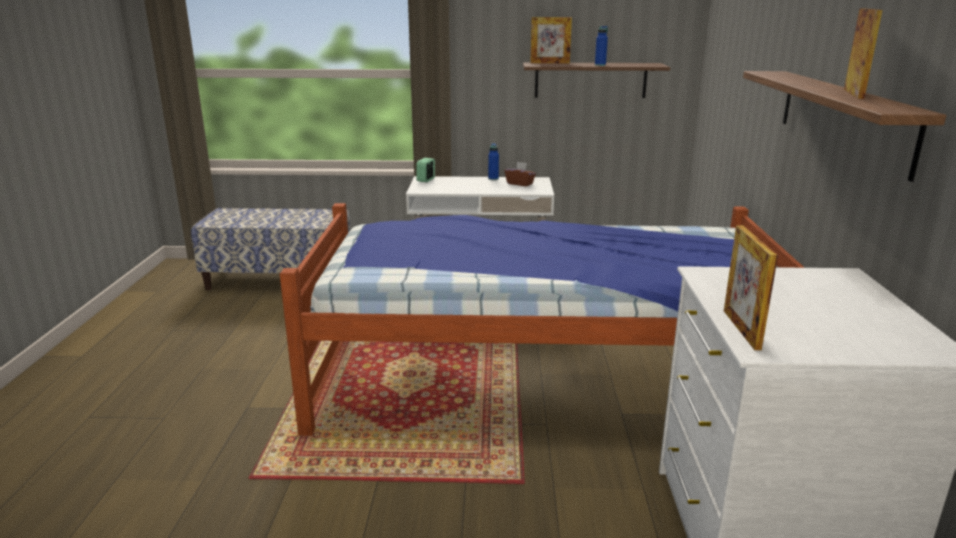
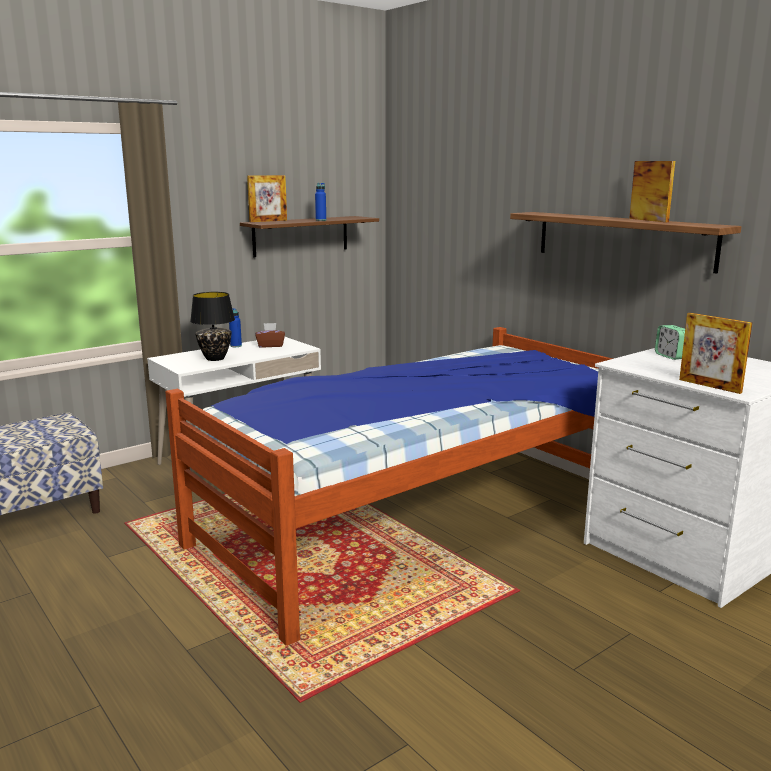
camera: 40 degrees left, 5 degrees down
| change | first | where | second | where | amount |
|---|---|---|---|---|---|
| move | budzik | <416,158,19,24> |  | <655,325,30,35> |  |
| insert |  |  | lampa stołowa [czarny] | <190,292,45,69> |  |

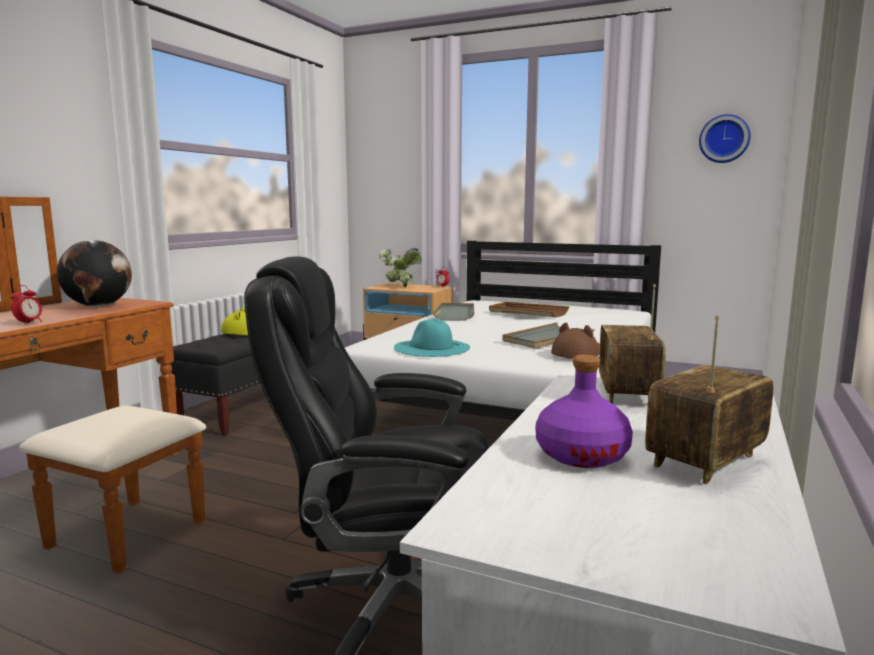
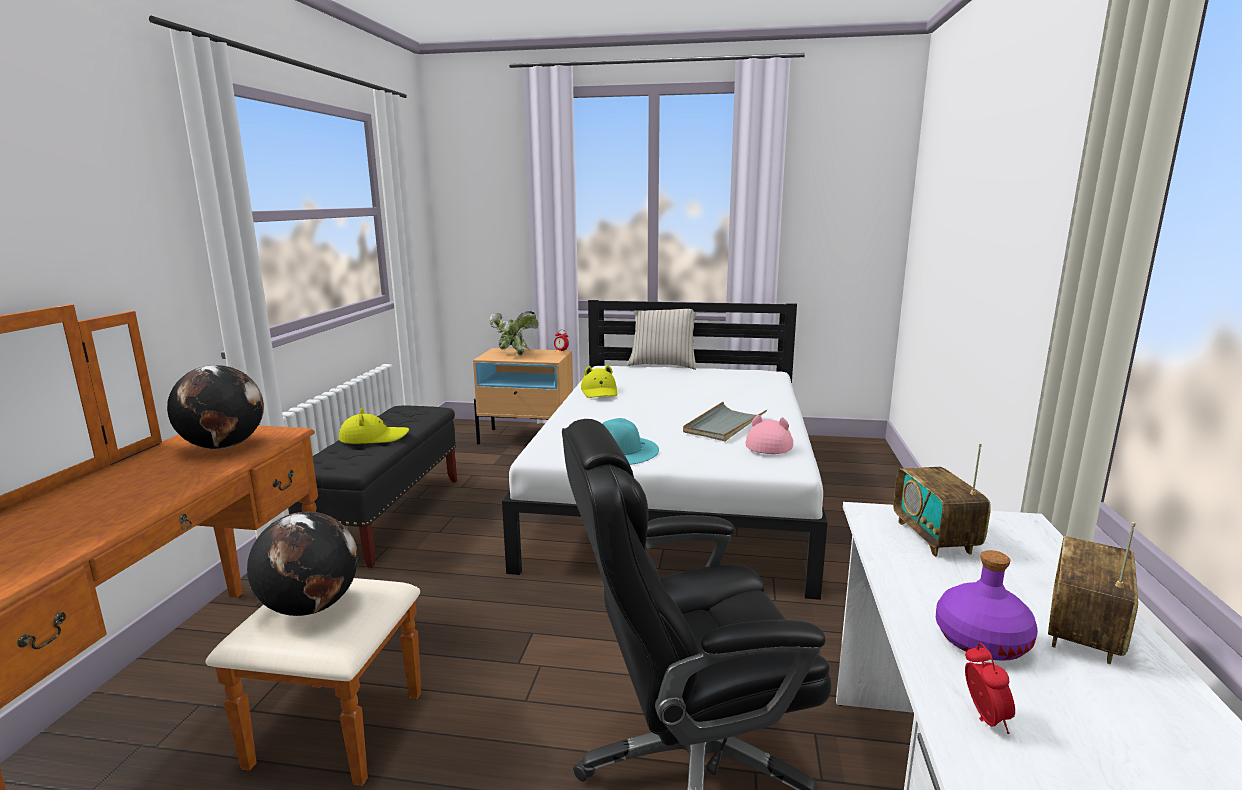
camera: 15 degrees left, 5 degrees up
| change | first | where | second | where | amount |
|---|---|---|---|---|---|
| move | budzik | <10,285,32,40> |  | <965,643,50,91> |  |
| replace | taca [szary] | <433,303,41,18> | kapelusz [żółty] | <581,365,36,33> |  |
| delete | taca [brązowy] | <489,302,80,15> |  |  |  |
| recolor | kapelusz [brązowy] | <551,323,49,35> | kapelusz [różowy] | <745,415,48,39> |  |
| delete | zegar ścienny | <699,114,52,49> |  |  |  |
| insert |  |  | globus | <247,512,111,104> |  |
| insert |  |  | poduszka [beżowy] | <627,309,70,61> |  |

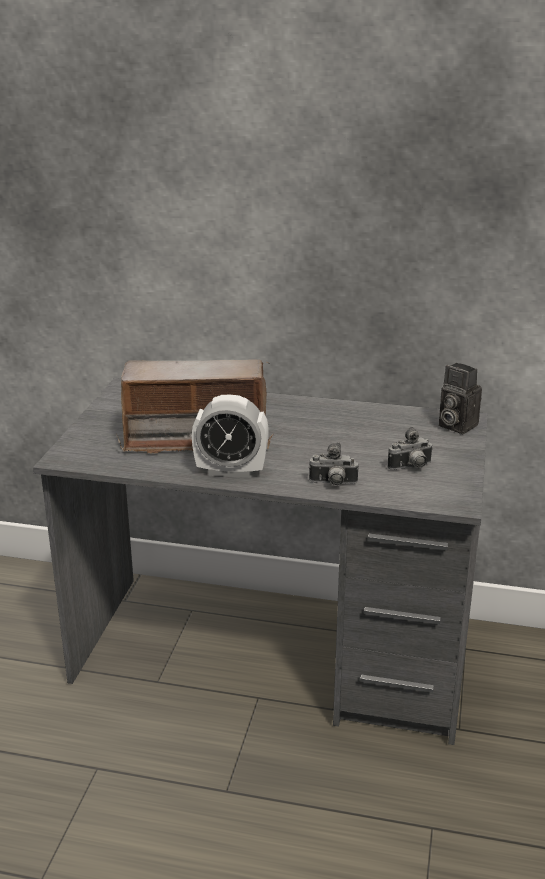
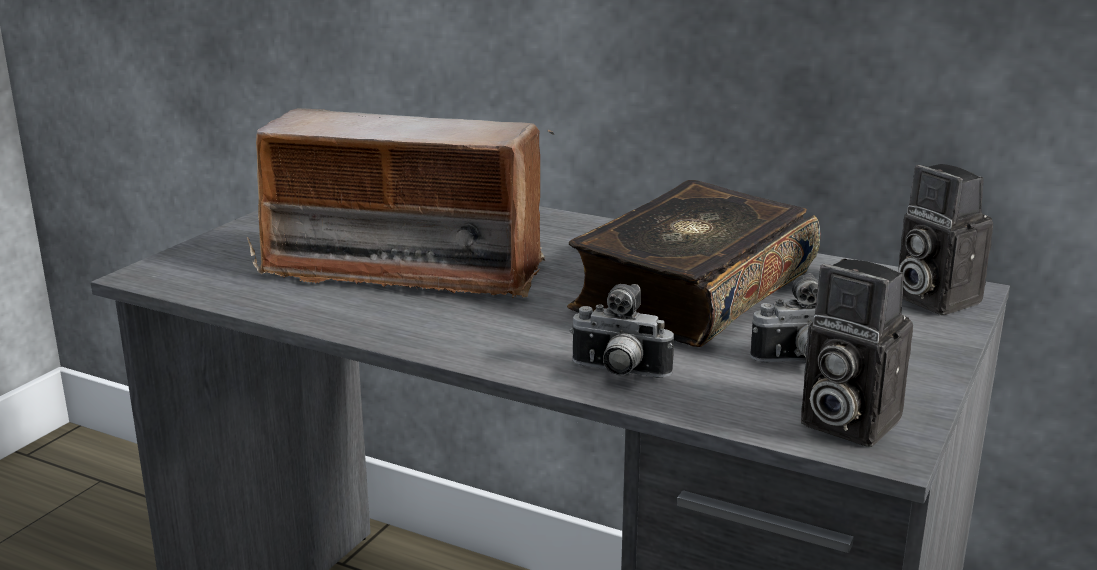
camera: 15 degrees right, 5 degrees down
| change | first | where | second | where | amount |
|---|---|---|---|---|---|
| delete | budzik | <192,395,77,83> |  |  |  |
| insert |  |  | książka | <567,180,254,167> |  |
| insert |  |  | aparat fotograficzny | <801,258,112,189> |  |

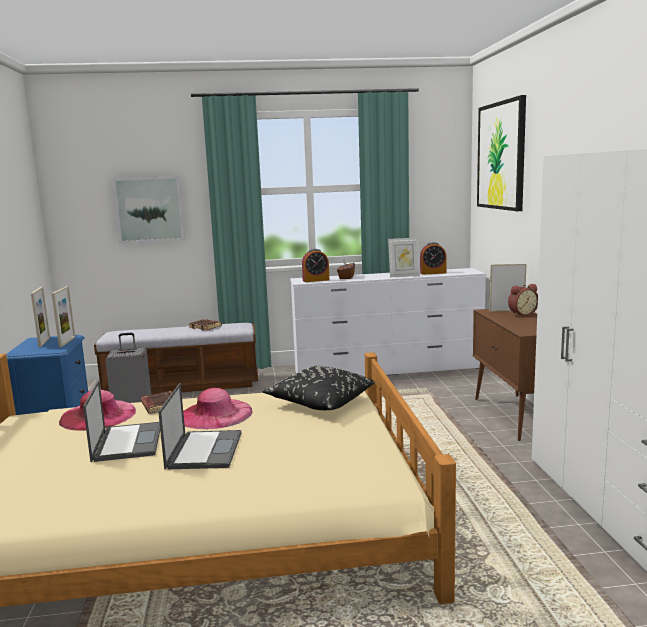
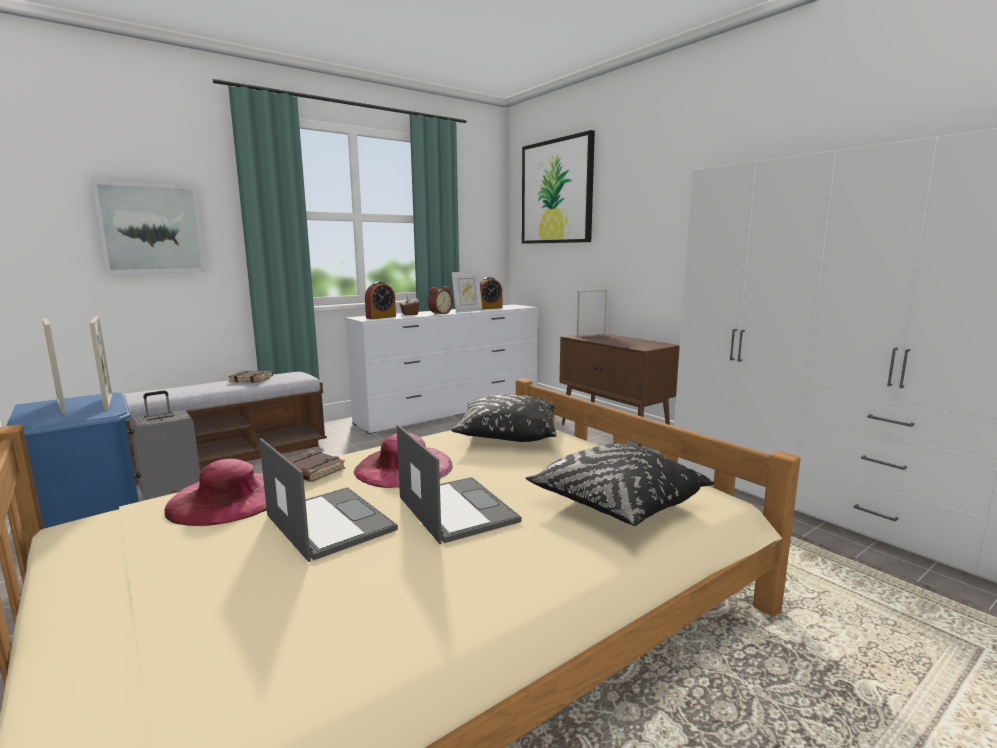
camera: 30 degrees left, 0 degrees up
| change | first | where | second | where | amount |
|---|---|---|---|---|---|
| move | budzik | <508,284,30,32> |  | <428,286,25,29> |  |
| insert |  |  | poduszka [czarny] | <526,444,188,82> |  |

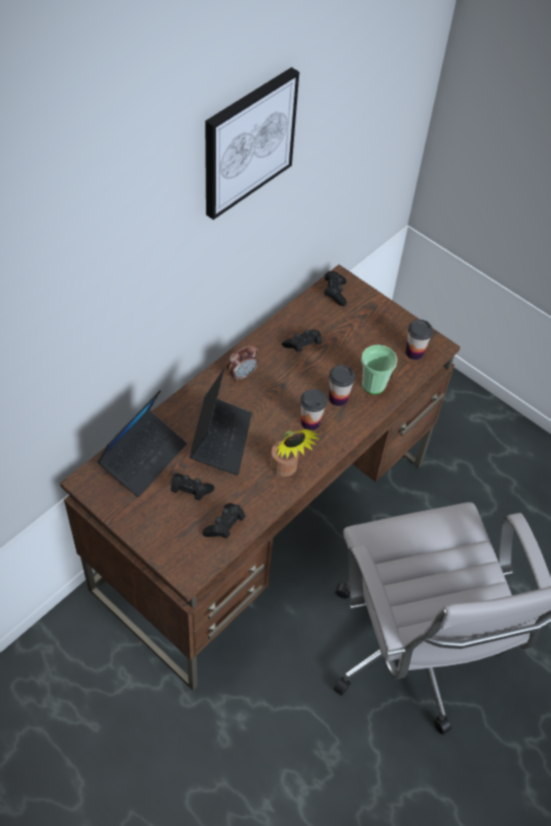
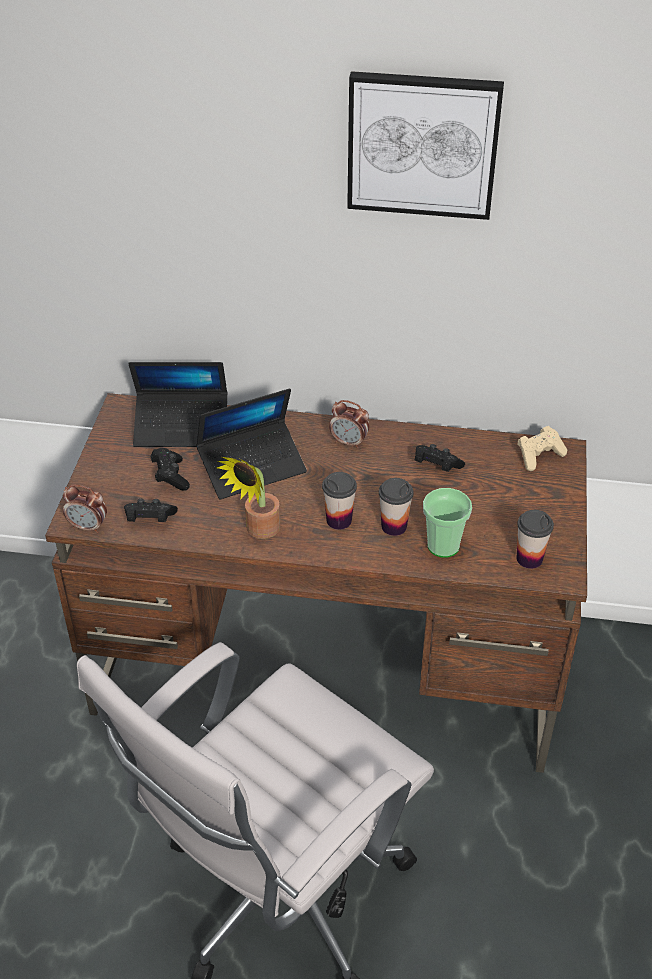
camera: 60 degrees right, 10 degrees down
| change | first | where | second | where | amount |
|---|---|---|---|---|---|
| recolor | pad do gier [czarny] | <324,271,23,35> | pad do gier [beżowy] | <517,426,50,45> |  |
| insert |  |  | budzik | <63,485,44,48> |  |

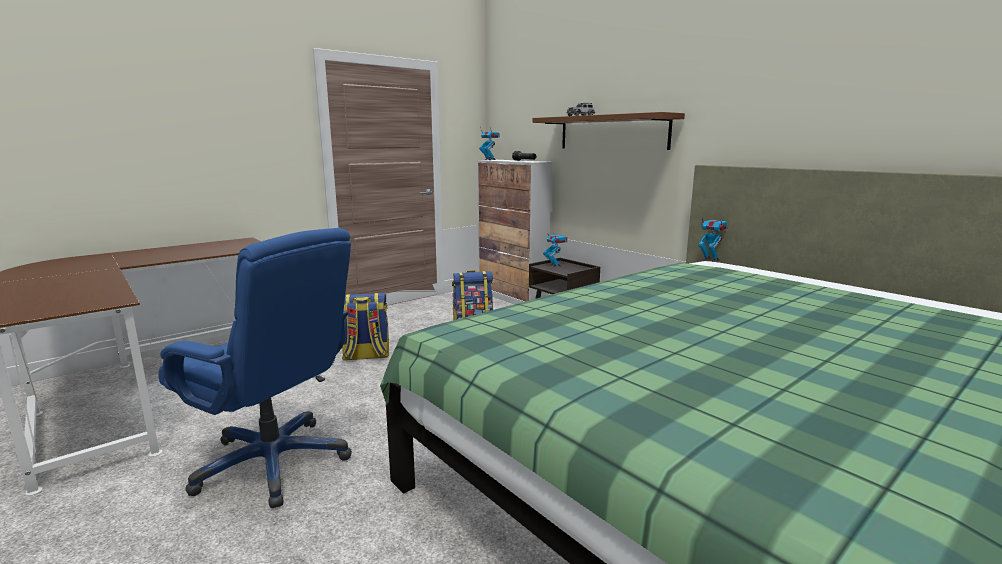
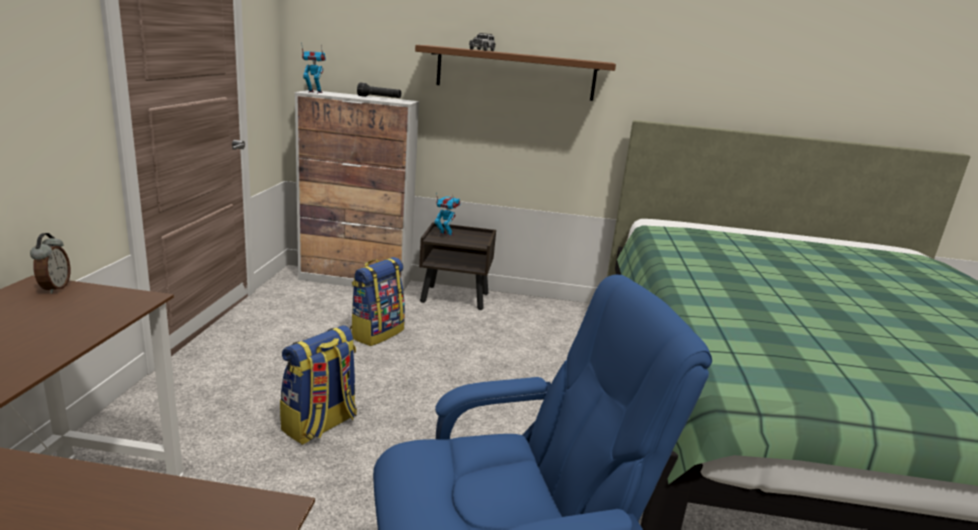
camera: 45 degrees left, 5 degrees up
| change | first | where | second | where | amount |
|---|---|---|---|---|---|
| delete | robot zabawkowy | <699,213,29,49> |  |  |  |
| insert |  |  | budzik | <30,233,40,61> |  |

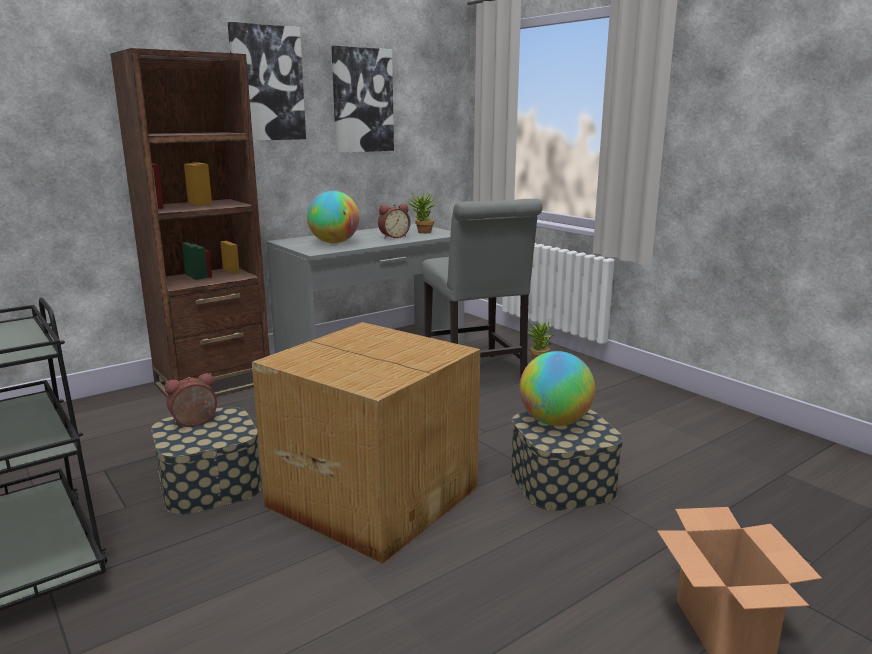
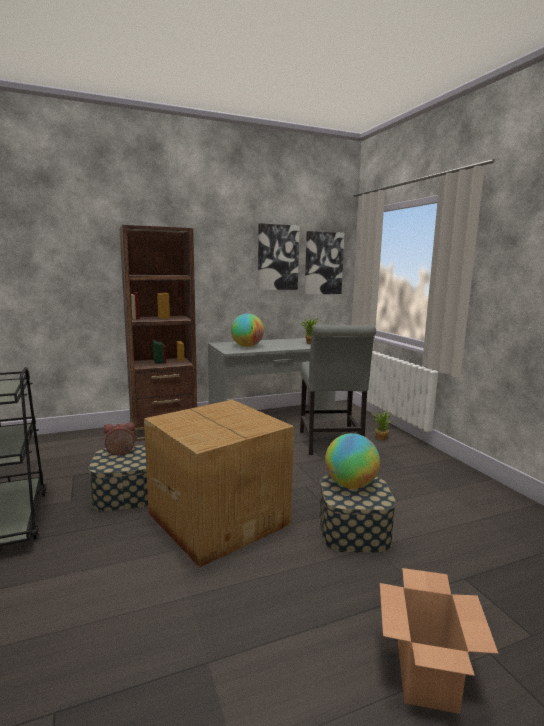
camera: 15 degrees right, 5 degrees down
| change | first | where | second | where | amount |
|---|---|---|---|---|---|
| move | obraz | <228,22,78,119> |  | <305,231,39,63> |  |
| delete | budzik | <378,204,32,35> |  |  |  |

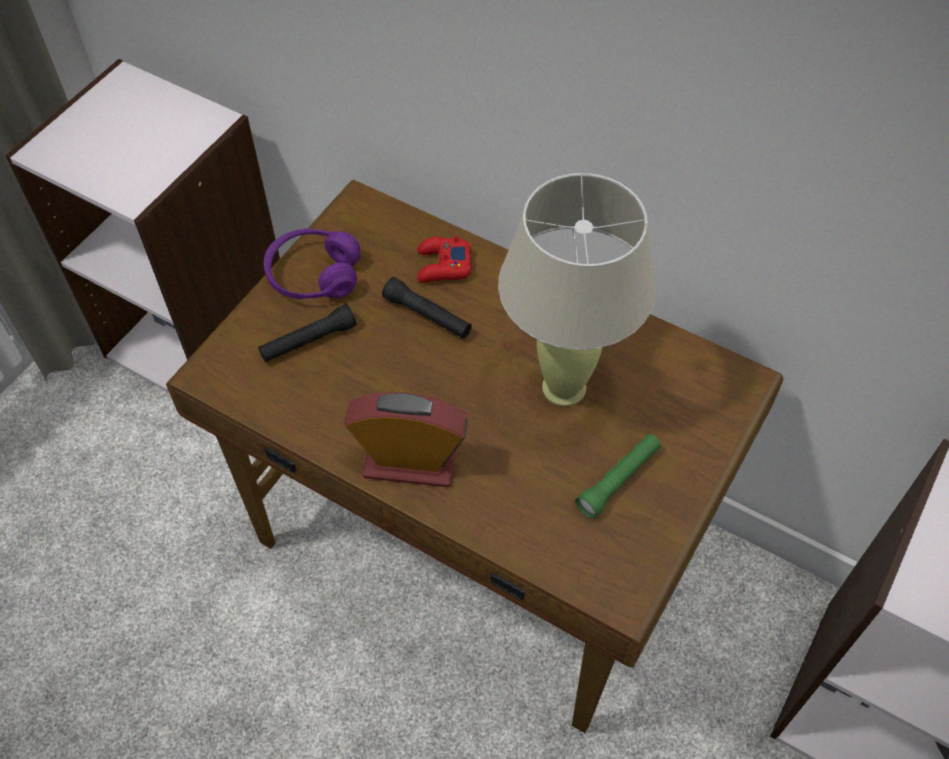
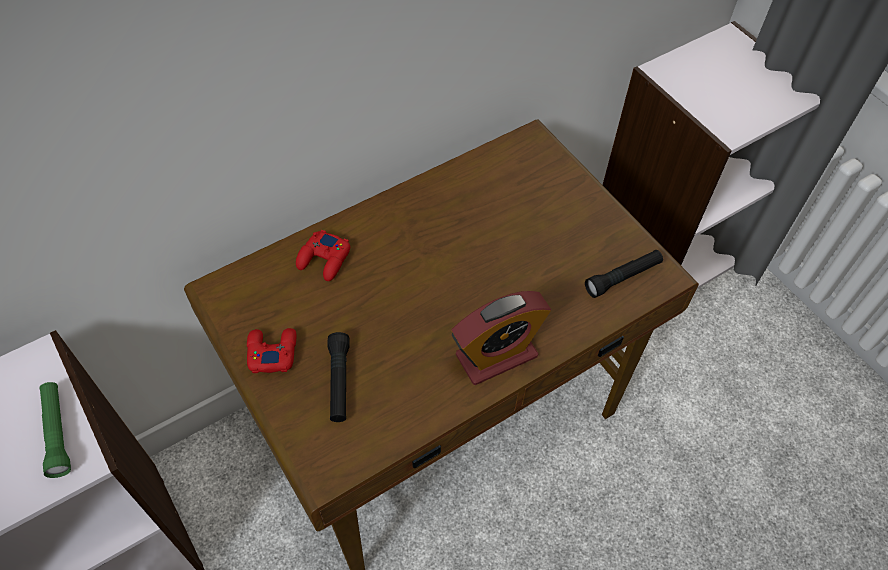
camera: 65 degrees left, 0 degrees up
| change | first | where | second | where | amount |
|---|---|---|---|---|---|
| replace | słuchawki [fioletowy] | <264,228,97,72> | pad do gier [czerwony] | <247,328,50,45> |  |
| rotate | budzik | <344,392,124,95> |  | <452,291,99,94> | 150 degrees counterclockwise |
| move | latarka [czarny] | <382,277,90,62> |  | <585,250,78,48> |  |
| delete | lampa stołowa [beżowy] | <498,173,158,234> |  |  |  |
| move | latarka [zielony] | <575,434,86,85> |  | <40,382,31,96> |  |

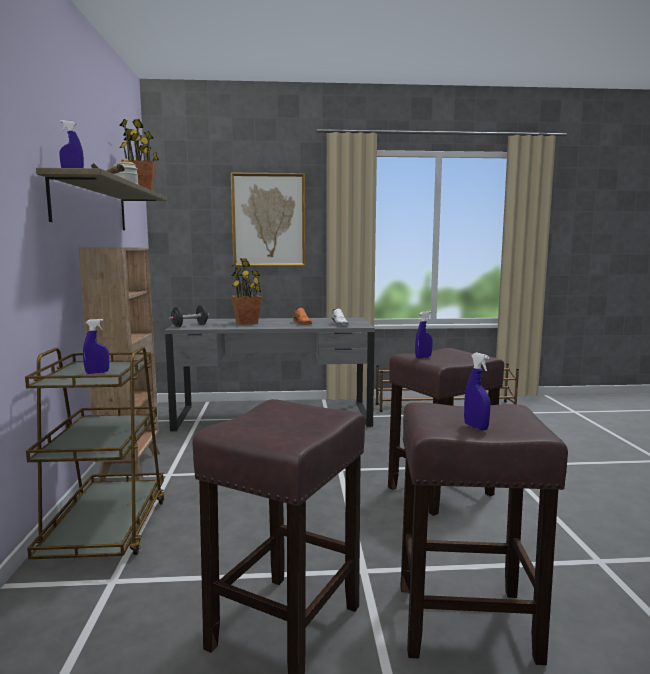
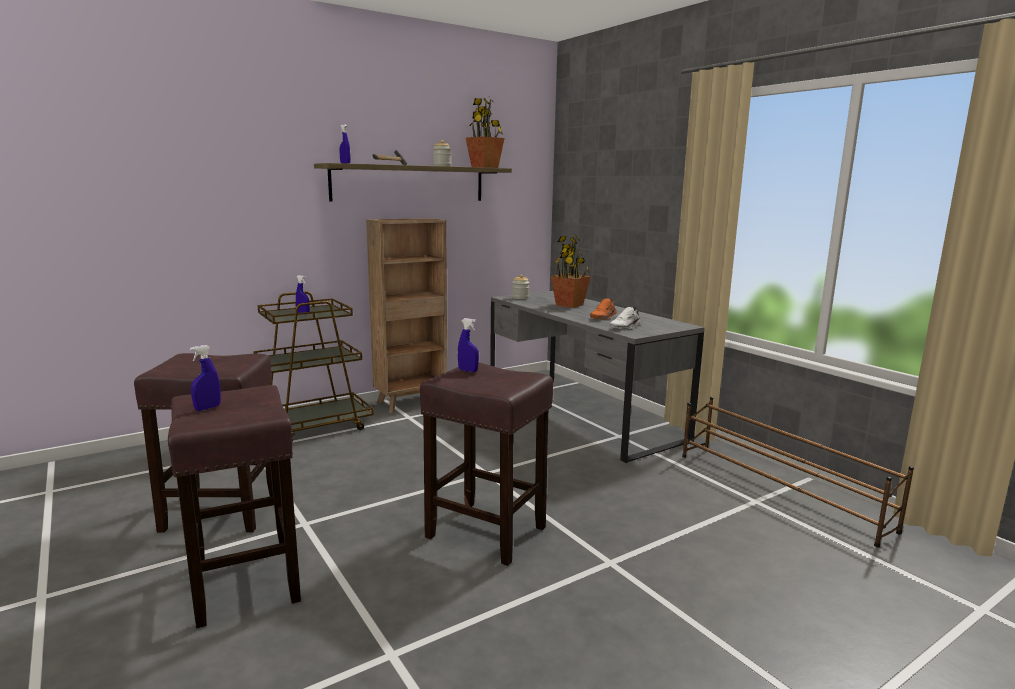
camera: 60 degrees right, 5 degrees up
| change | first | where | second | where | amount |
|---|---|---|---|---|---|
| replace | hantel [czarny] | <169,305,40,22> | słoik | <512,275,18,24> |  |
| delete | obraz | <231,173,75,93> |  |  |  |

